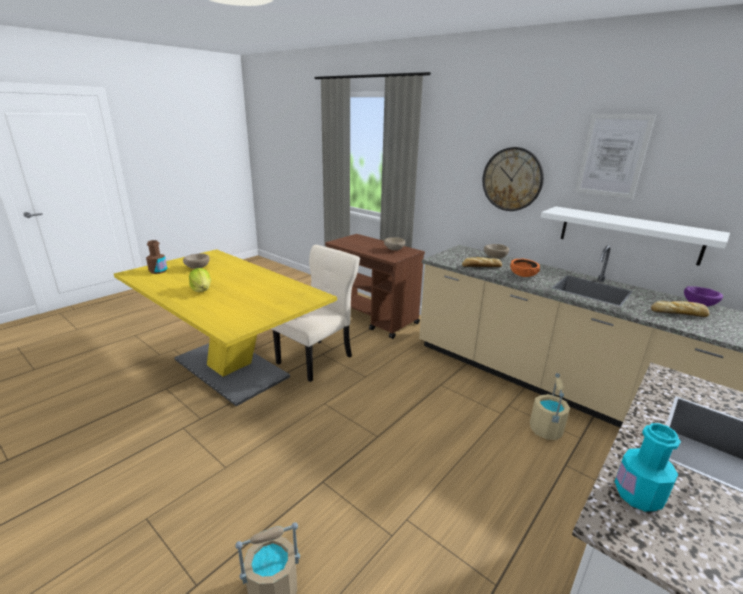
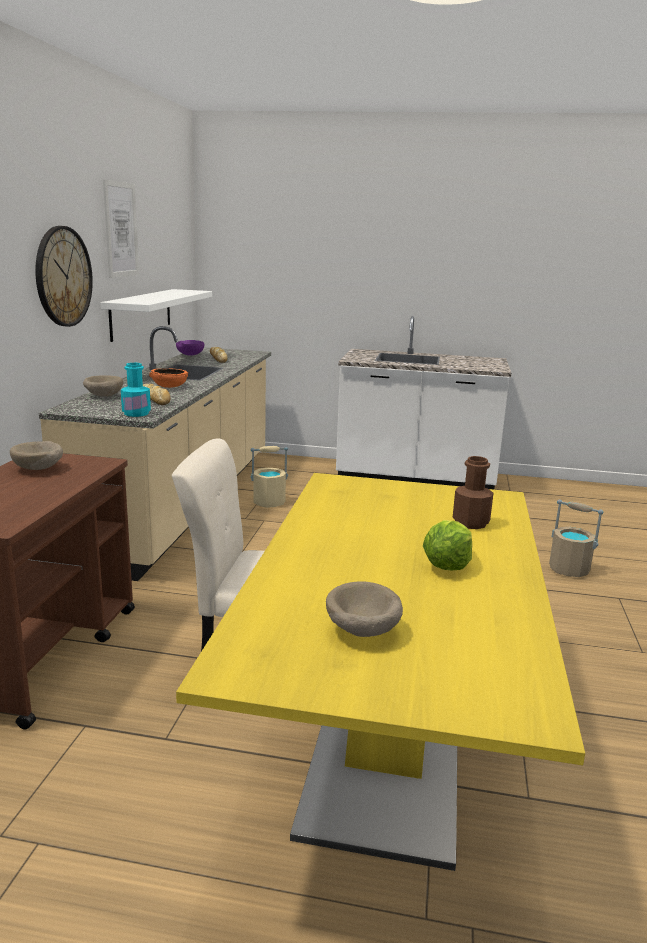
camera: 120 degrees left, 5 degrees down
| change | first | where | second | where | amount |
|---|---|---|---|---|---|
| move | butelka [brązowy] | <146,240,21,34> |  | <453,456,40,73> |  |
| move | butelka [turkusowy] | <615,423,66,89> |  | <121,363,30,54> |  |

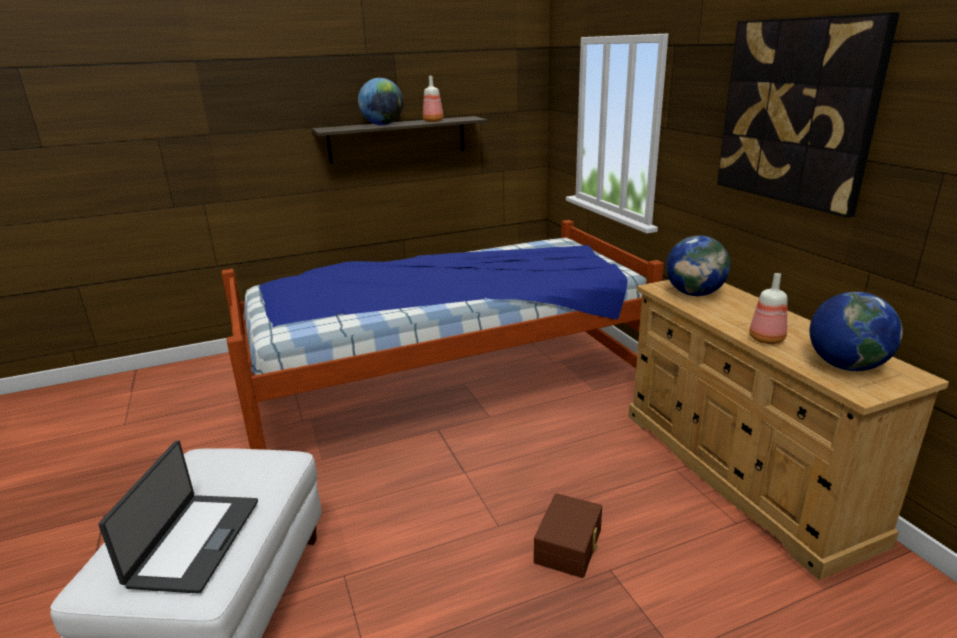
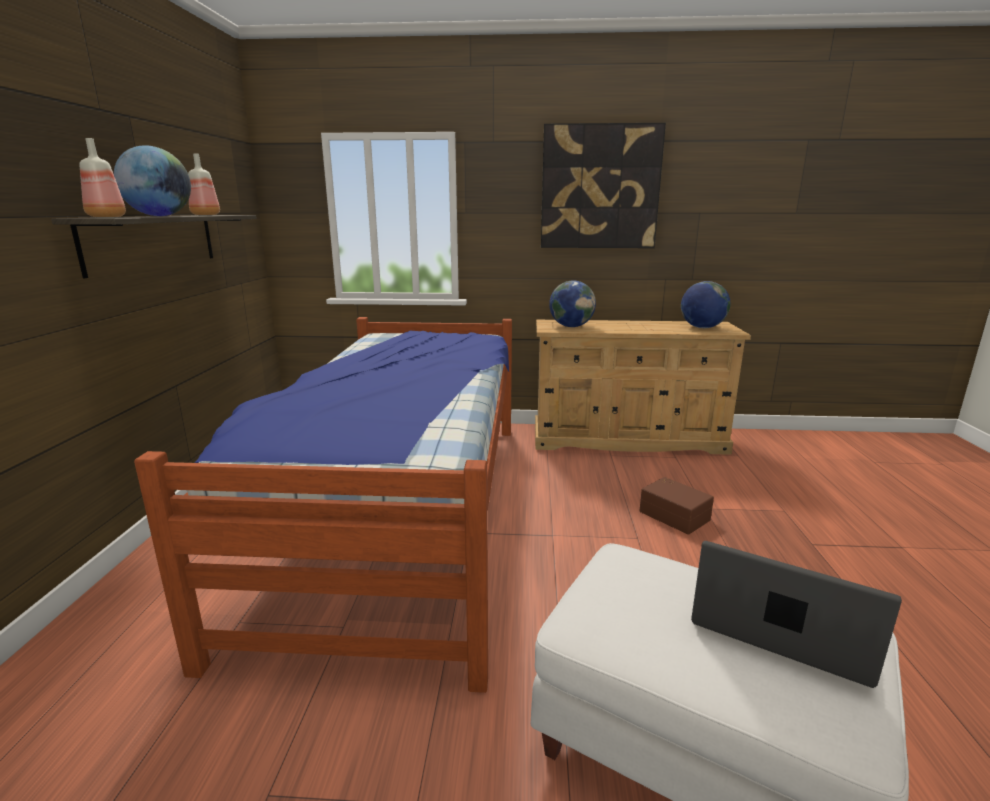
camera: 65 degrees left, 5 degrees down
| change | first | where | second | where | amount |
|---|---|---|---|---|---|
| move | butelka | <749,273,38,71> |  | <80,138,46,79> |  |

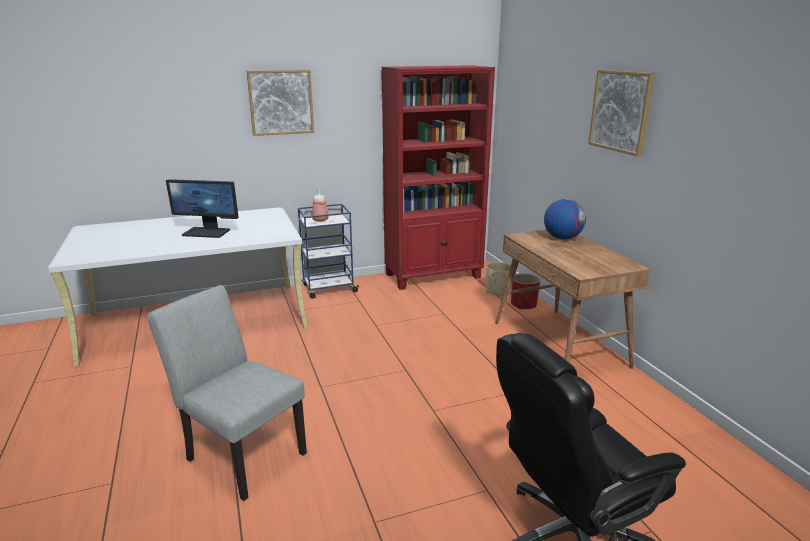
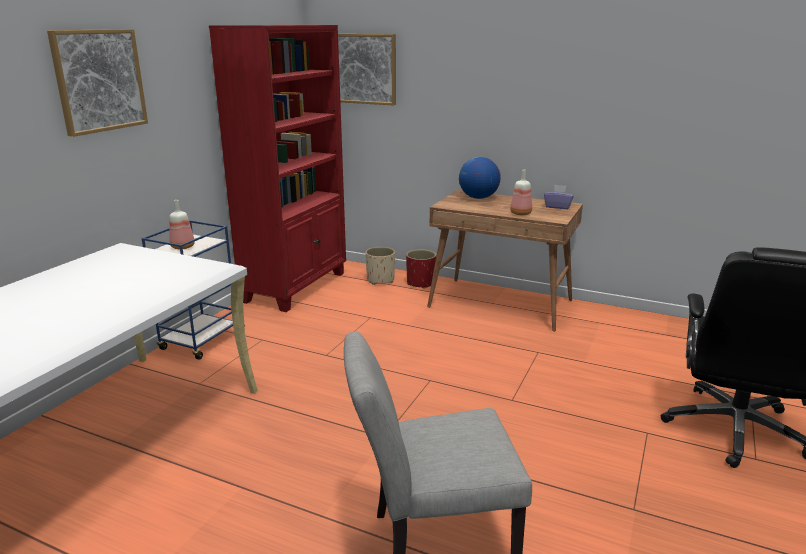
camera: 45 degrees left, 0 degrees up
| change | first | where | second | where | amount |
|---|---|---|---|---|---|
| delete | monitor | <166,179,72,59> |  |  |  |
| move | obraz | <588,70,67,86> |  | <338,34,58,71> |  |
| insert |  |  | butelka | <510,170,22,45> |  |
| insert |  |  | pudełko chusteczek [fioletowy] | <544,185,30,24> |  |

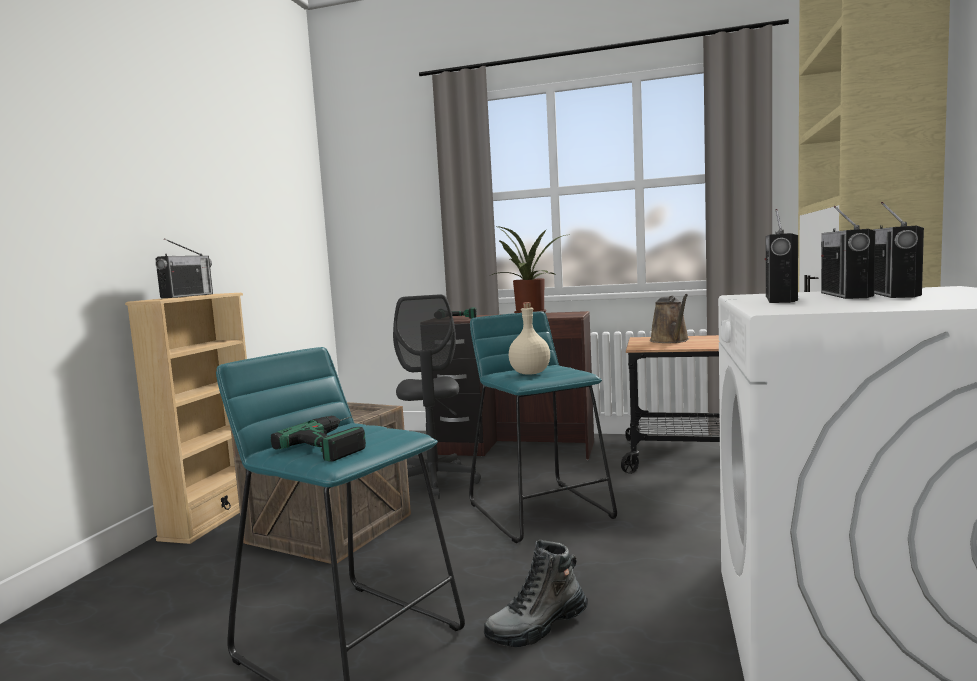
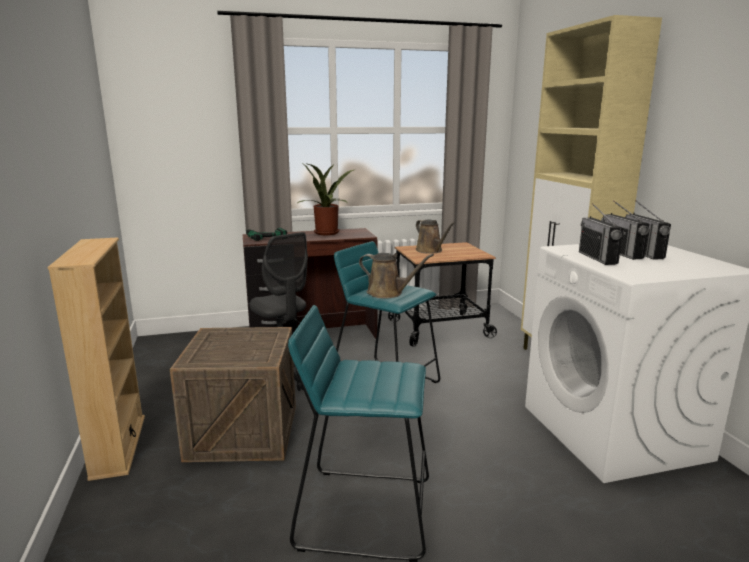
camera: 30 degrees left, 10 degrees up
| change | first | where | second | where | amount |
|---|---|---|---|---|---|
| delete | radio | <155,238,58,60> |  |  |  |
| delete | wiertarka | <271,416,95,45> |  |  |  |
| delete | but z cholewką | <484,540,104,107> |  |  |  |
| replace | butelka [beżowy] | <509,302,41,73> | konewka [brązowy] | <359,253,75,45> |  |

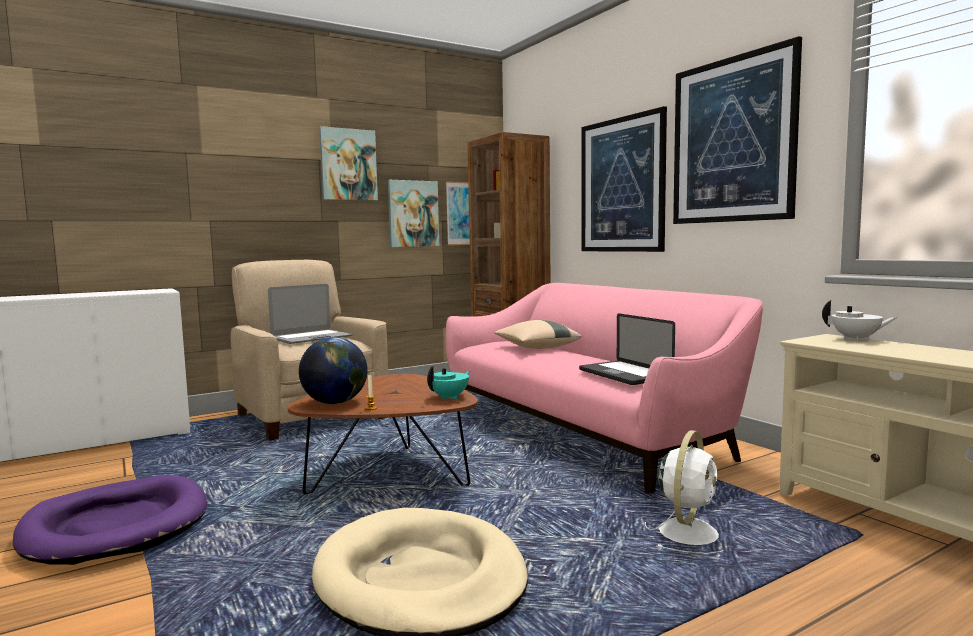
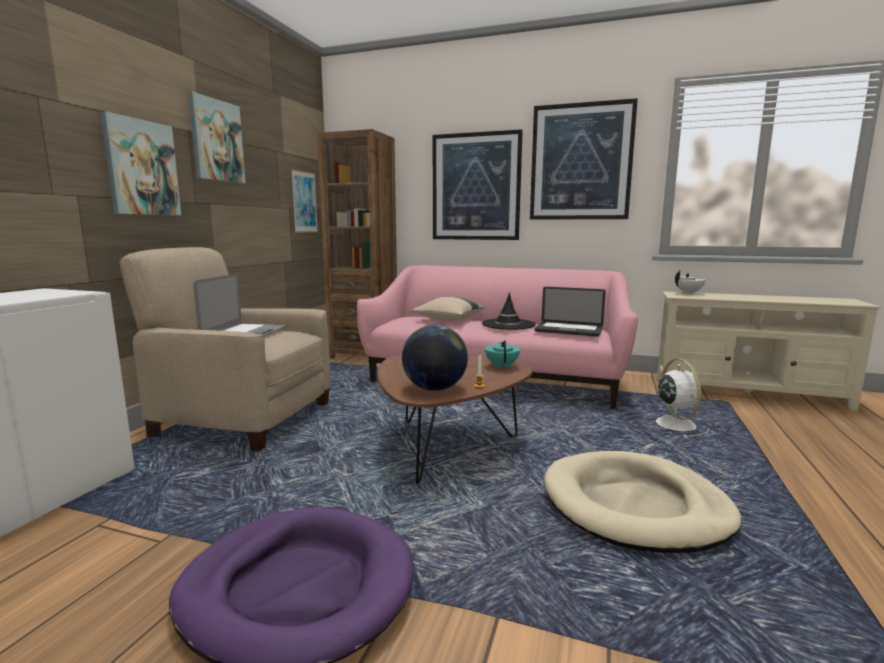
camera: 40 degrees left, 5 degrees up
| change | first | where | second | where | amount |
|---|---|---|---|---|---|
| move | obraz | <388,180,51,67> |  | <100,111,81,104> |  |
| insert |  |  | kapelusz [czarny] | <482,292,54,38> |  |

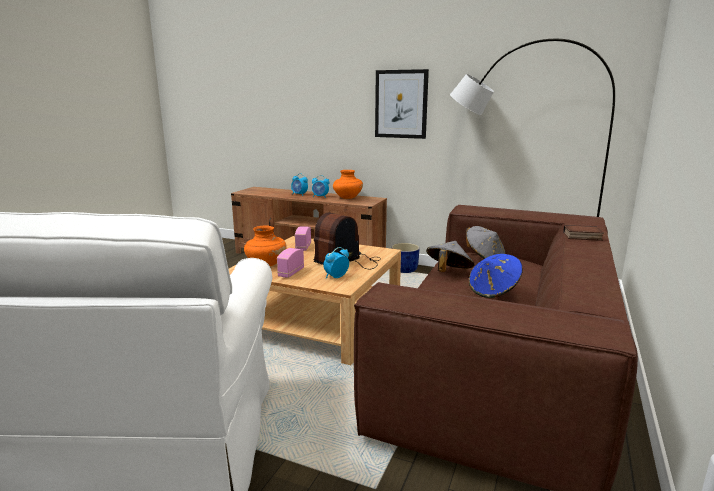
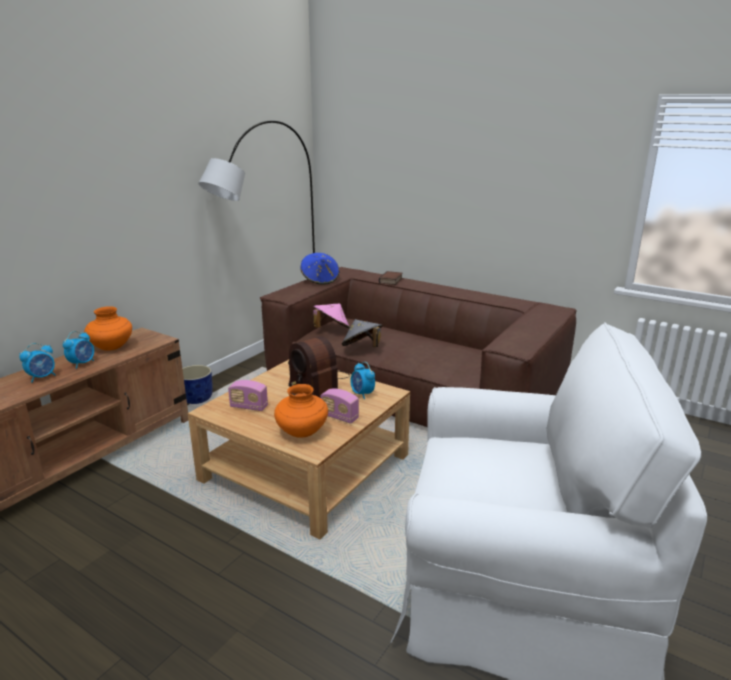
camera: 80 degrees left, 5 degrees up
| change | first | where | second | where | amount |
|---|---|---|---|---|---|
| delete | obraz | <375,69,54,70> |  |  |  |
| recolor | kapelusz [szary] | <466,226,40,33> | kapelusz [różowy] | <313,303,37,26> |  |
| move | kapelusz [niebieski] | <469,254,54,44> |  | <301,253,38,32> |  |

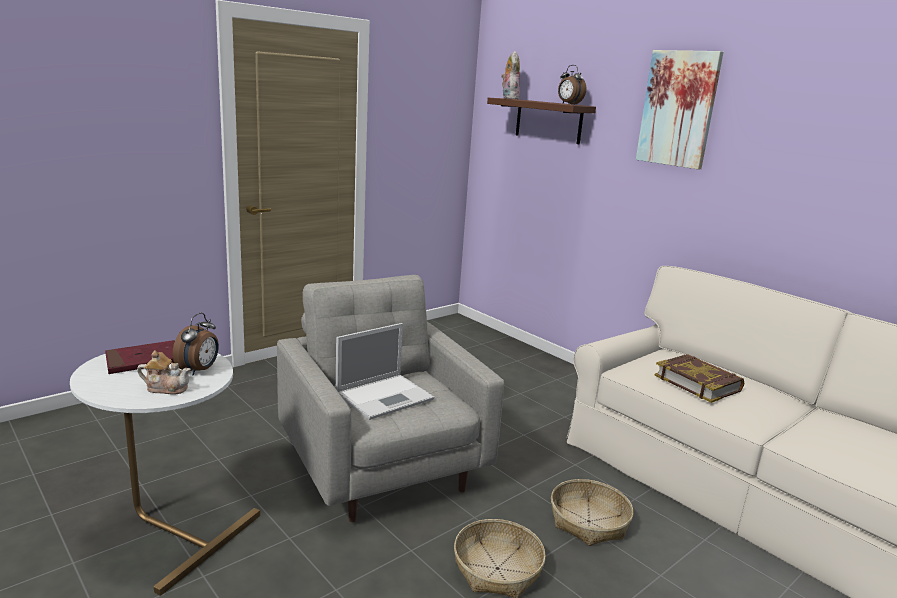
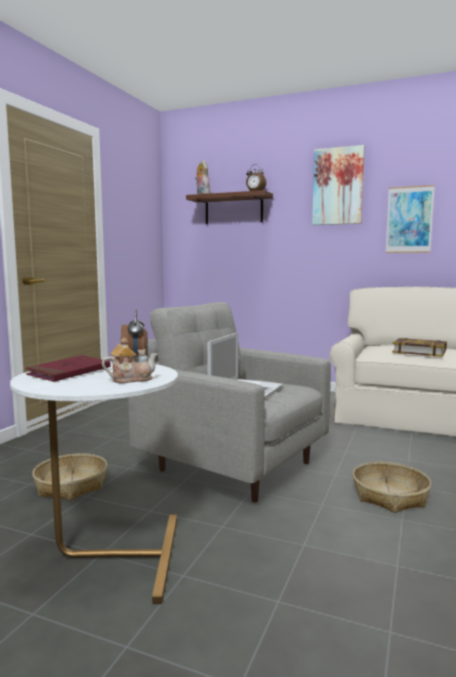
camera: 25 degrees left, 10 degrees down
| change | first | where | second | where | amount |
|---|---|---|---|---|---|
| move | koszyk | <551,479,82,67> |  | <32,453,75,48> |  |
| insert |  |  | obraz | <386,185,49,68> |  |

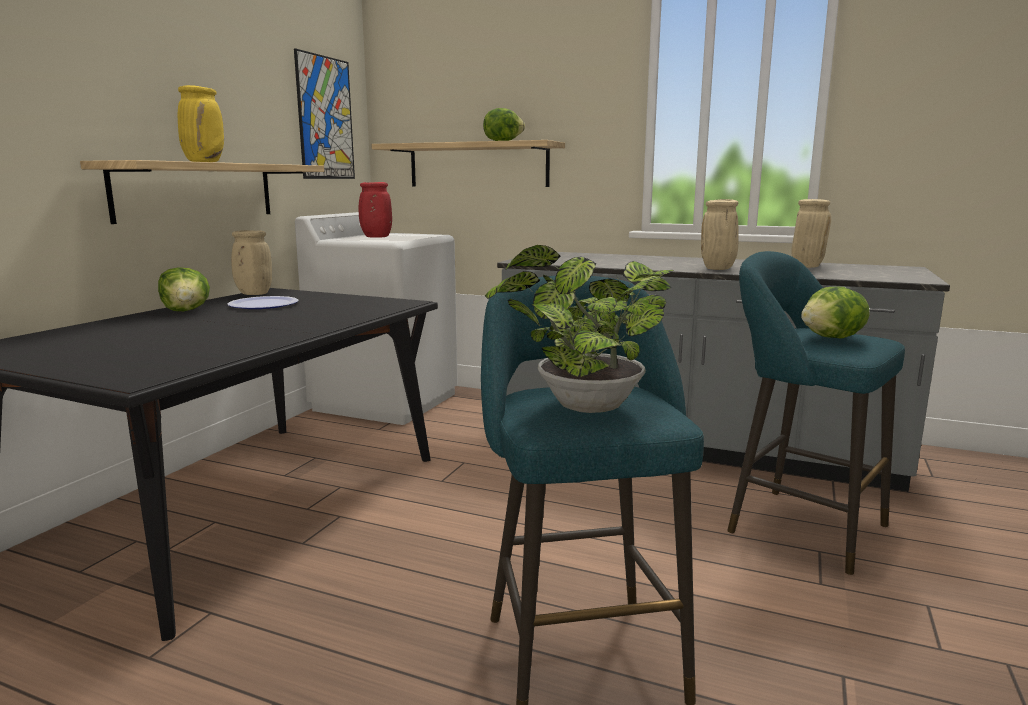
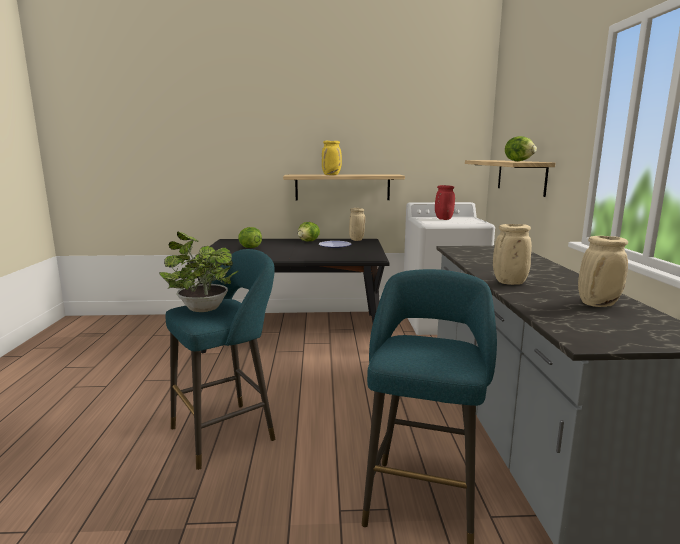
camera: 65 degrees right, 0 degrees up
| change | first | where | second | where | amount |
|---|---|---|---|---|---|
| delete | obraz | <294,48,61,131> |  |  |  |
| move | sałata | <801,287,69,52> |  | <238,227,24,21> |  |

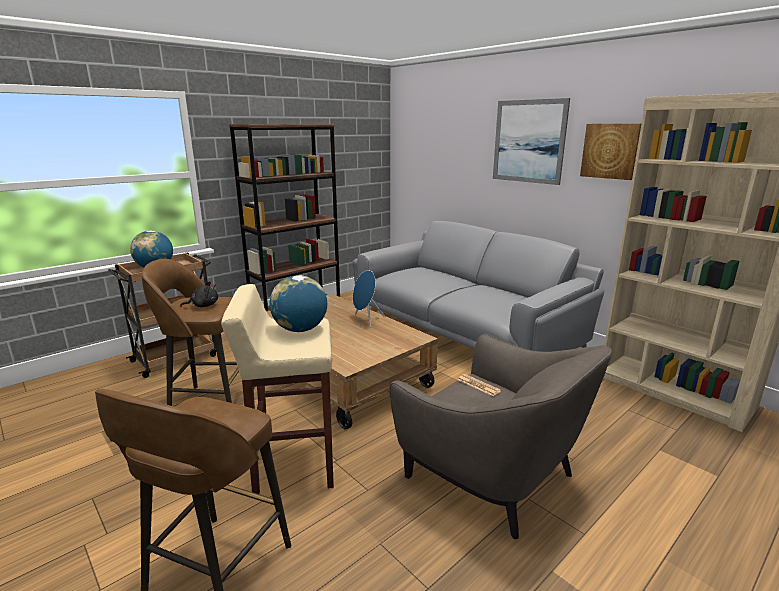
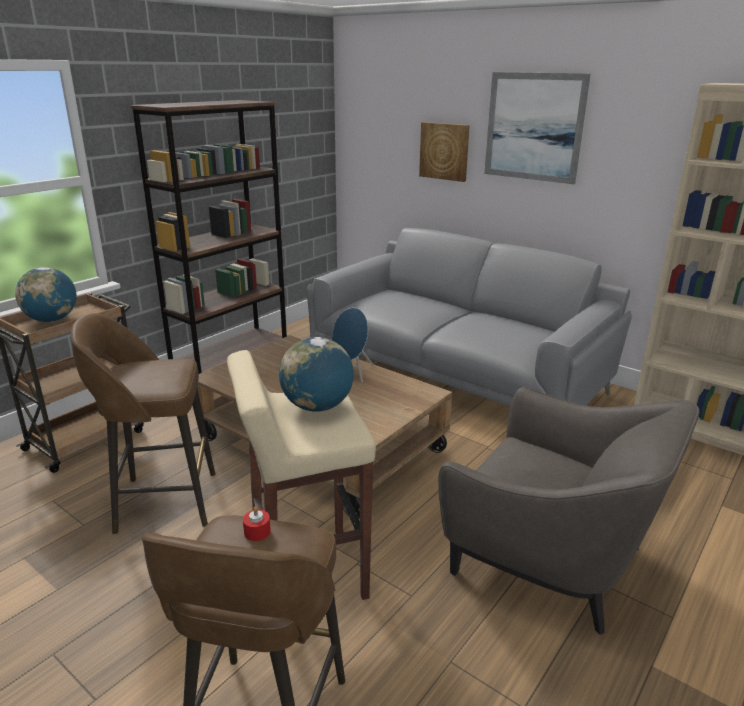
camera: 10 degrees left, 5 degrees up
| change | first | where | second | where | amount |
|---|---|---|---|---|---|
| delete | pluszak [czarny] | <180,281,38,26> |  |  |  |
| delete | gazeta | <458,374,43,22> |  |  |  |
| move | obraz | <580,123,62,57> |  | <419,122,51,60> |  |
| insert |  |  | świeca [czerwony] | <243,506,28,35> |  |

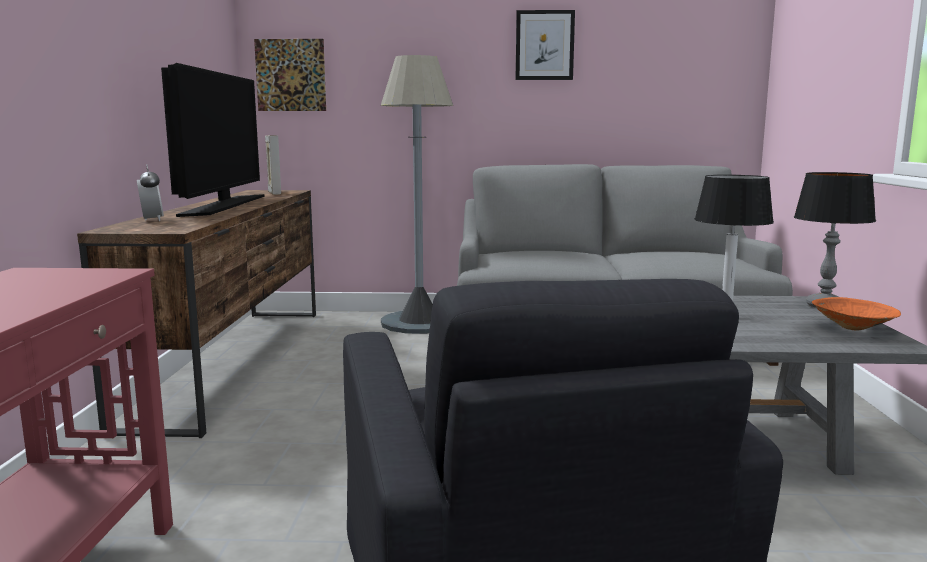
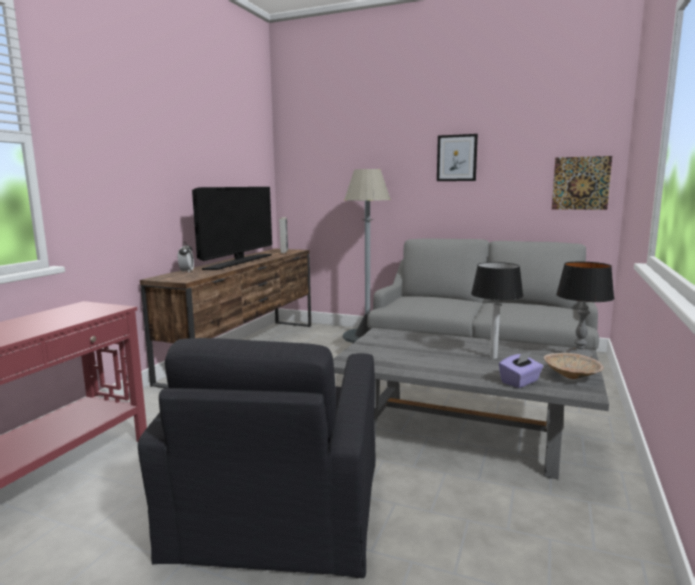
camera: 20 degrees right, 0 degrees up
| change | first | where | second | where | amount |
|---|---|---|---|---|---|
| move | obraz | <254,39,72,72> |  | <552,156,60,54> |  |
| recolor | miska [pomarańczowy] | <812,297,89,33> | miska [beżowy] | <544,353,60,26> |  |
| insert |  |  | pudełko chusteczek [fioletowy] | <499,351,44,37> |  |

